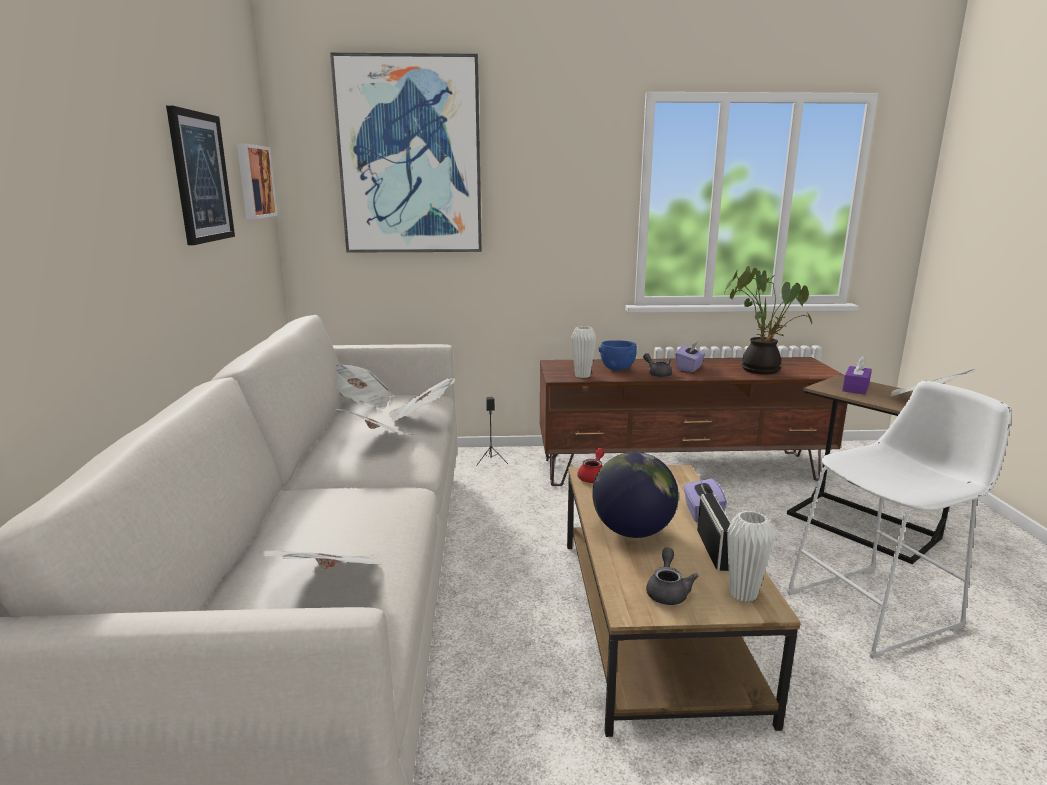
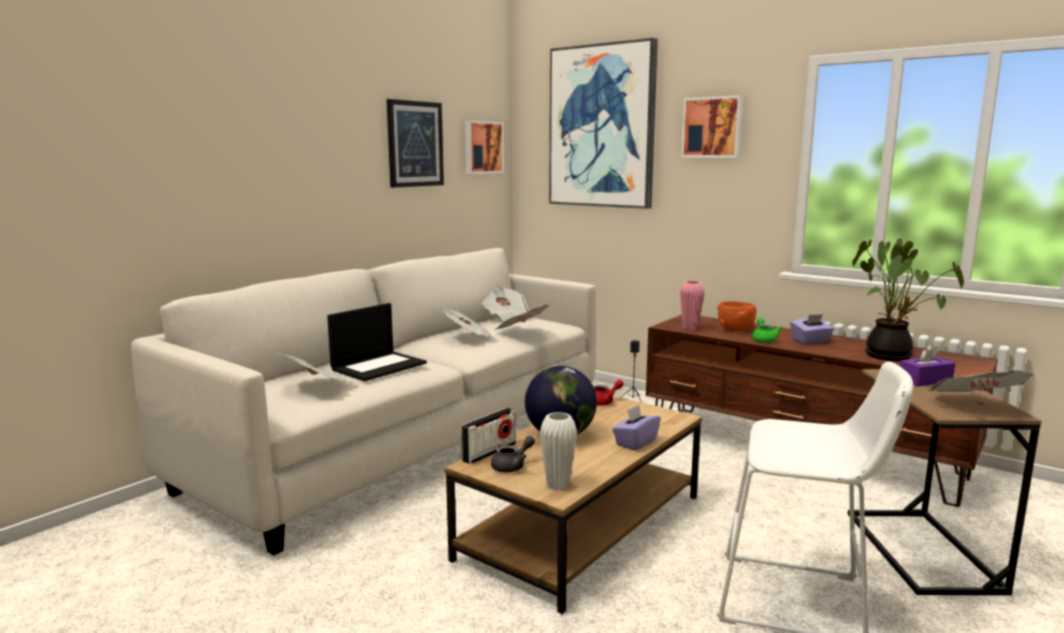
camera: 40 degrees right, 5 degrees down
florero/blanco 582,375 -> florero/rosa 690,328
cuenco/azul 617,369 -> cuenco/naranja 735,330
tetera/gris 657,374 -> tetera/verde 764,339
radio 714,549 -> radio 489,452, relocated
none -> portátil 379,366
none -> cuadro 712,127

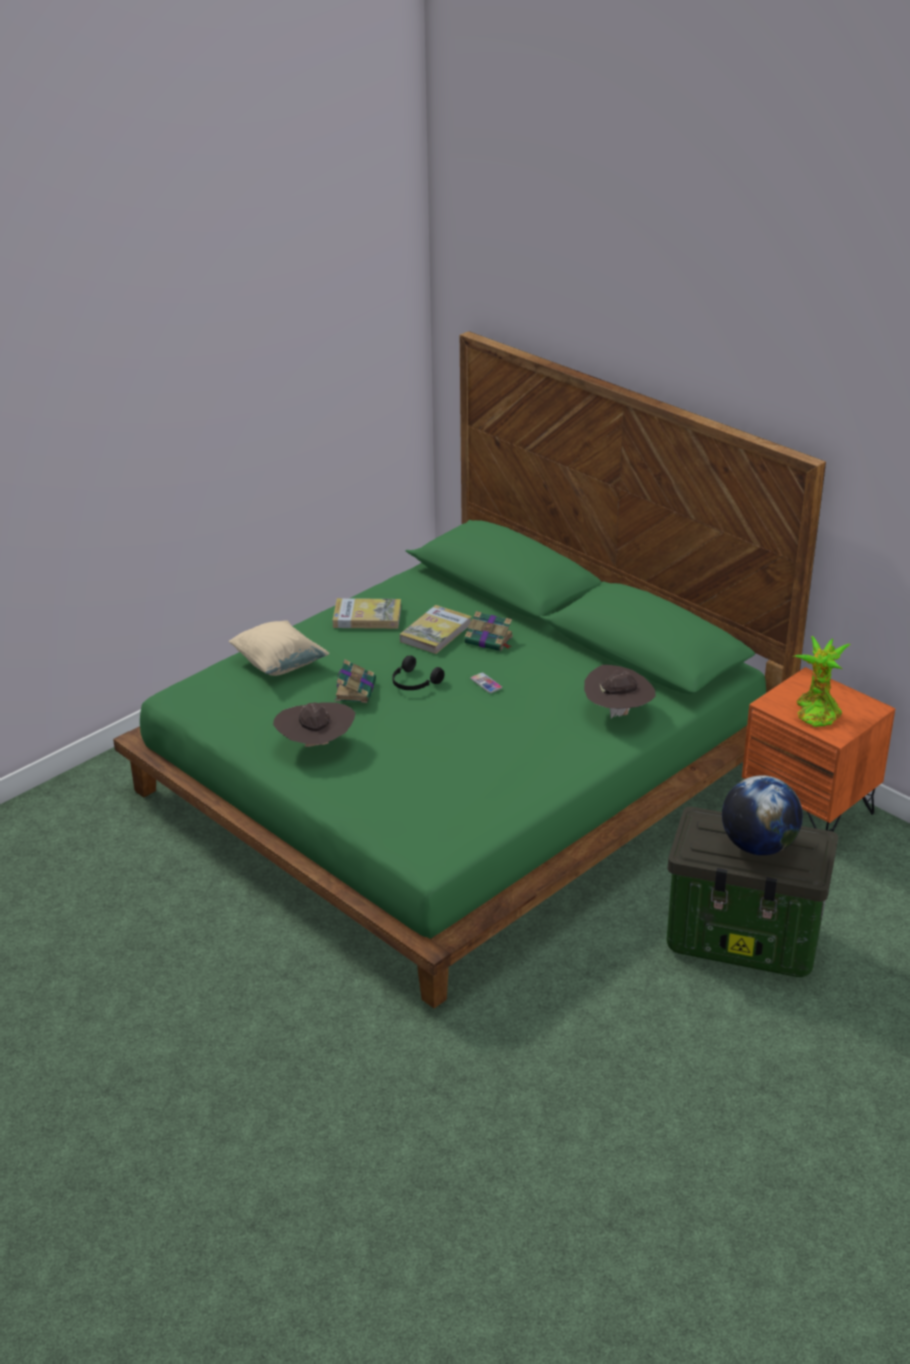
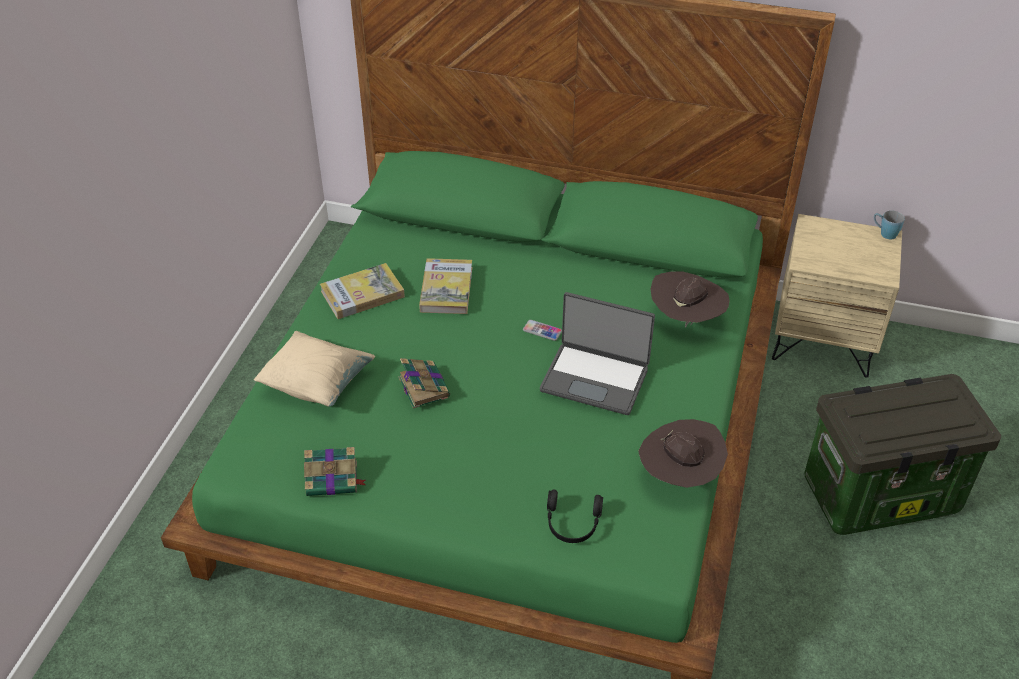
camera: 30 degrees left, 10 degrees up
sombrero/marrón 316,746 -> sombrero/marrón 679,476, relocated
auriculares/negro 414,683 -> auriculares/negro 572,524, relocated
libro 489,640 -> libro 333,479, relocated
globo terráqueo 758,846 -> none
mesita de noche/naranja 808,810 -> mesita de noche/beis 823,341
planta en maceta 816,712 -> none
none -> portátil 595,378
none -> taza grande/azul 884,233

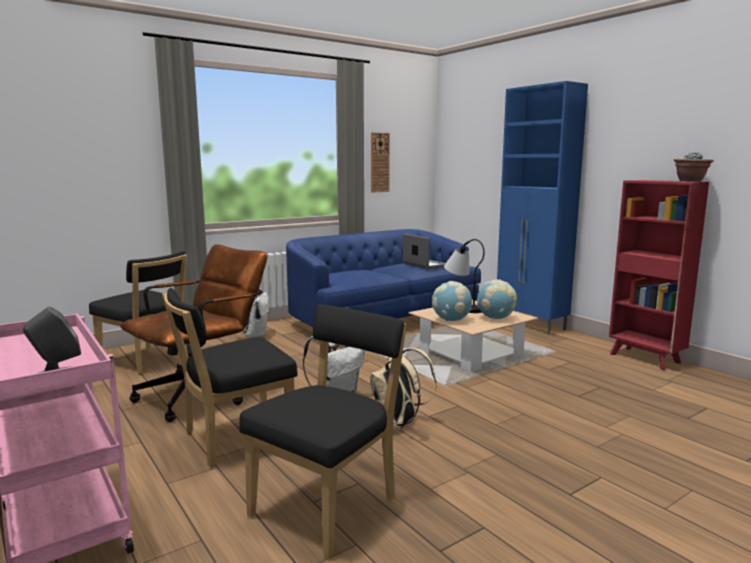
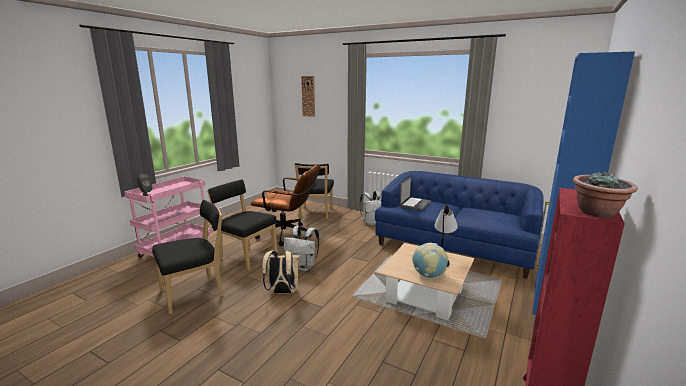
camera: 65 degrees right, 5 degrees up
silla/negro 329,504 -> silla/negro 195,293, 45 degrees counterclockwise
reloj de pared 379,162 -> reloj de pared 308,96, relocated
portátil 425,265 -> portátil 414,204, relocated
globo terráqueo 451,320 -> none

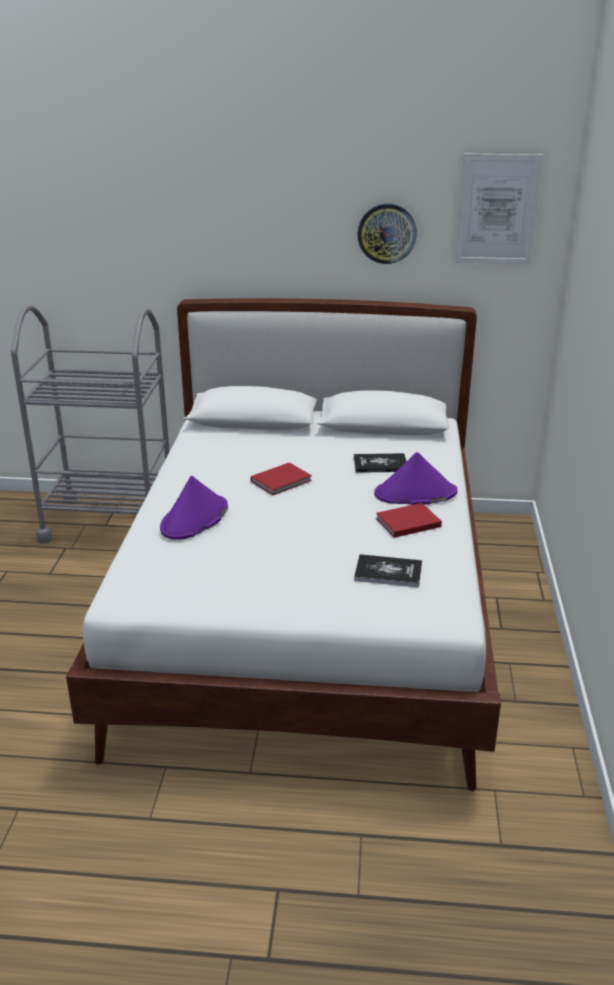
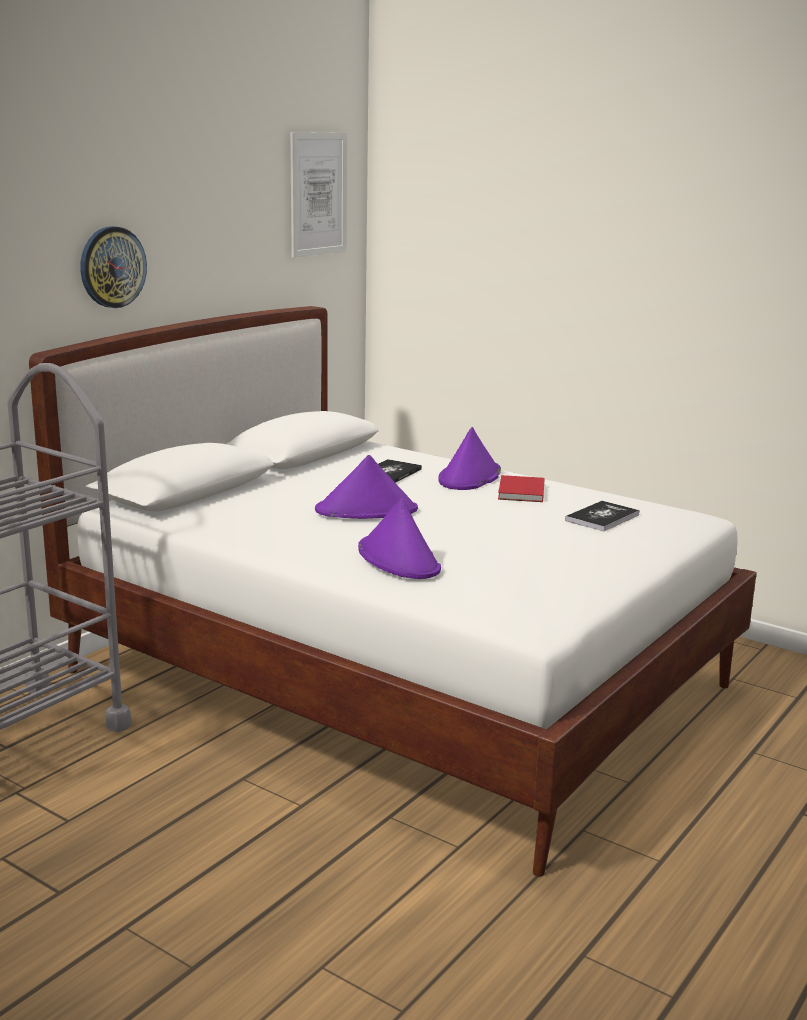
camera: 60 degrees left, 10 degrees down
libro/rojo 283,481 -> sombrero/morado 367,511
reloj de pared 387,233 -> reloj de pared 112,267, relocated

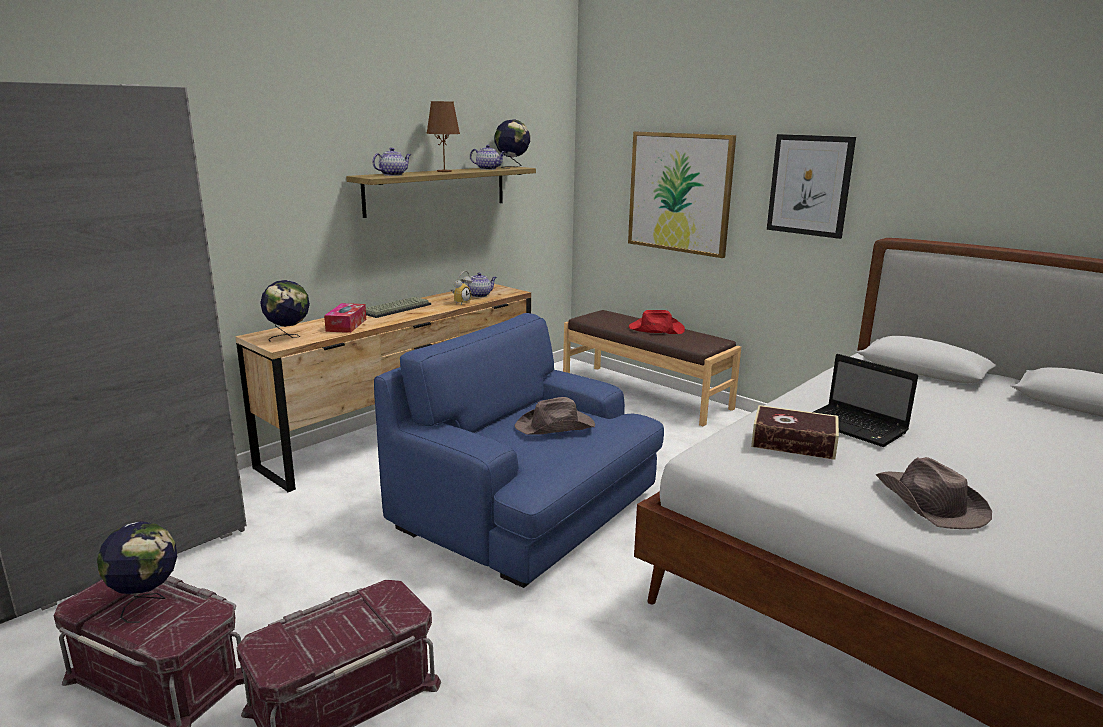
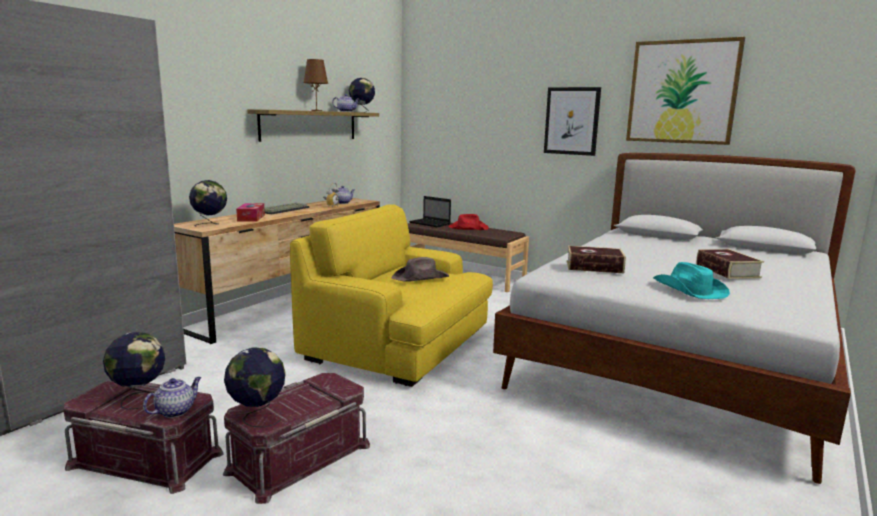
camera: 10 degrees left, 5 degrees down
tetera 393,175 -> tetera 175,411, relocated
sillón/azul 527,510 -> sillón/amarillo 399,344
cuadro 679,192 -> cuadro 682,92, relocated
portátil 856,427 -> portátil 430,223, relocated
sombrero/marrón 929,503 -> sombrero/turquesa 689,290
none -> globo terráqueo 257,417
none -> libro 727,271

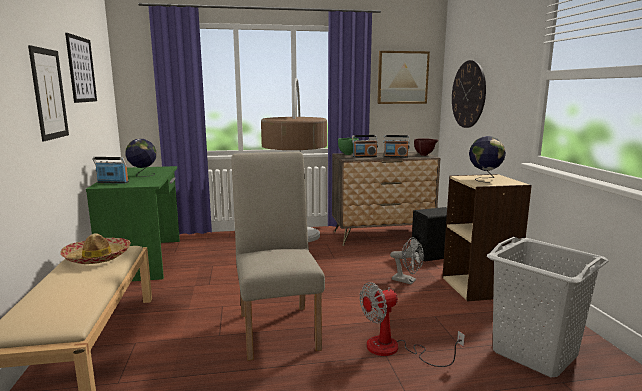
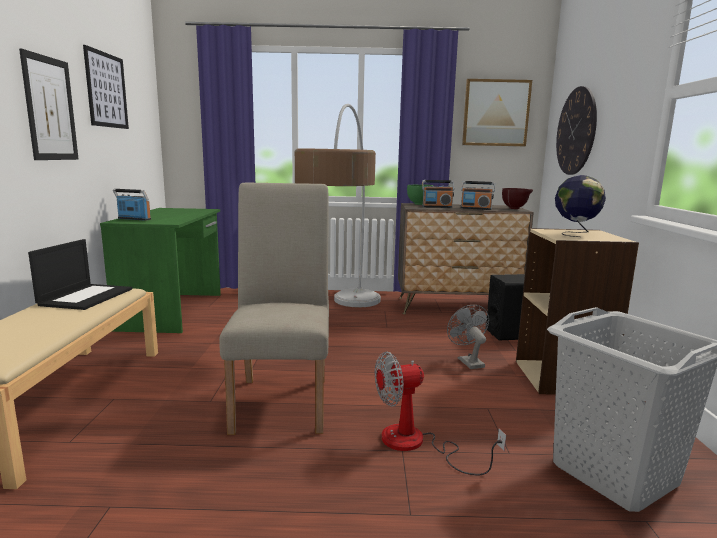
camera: 10 degrees right, 0 degrees up
sombrero 97,257 -> portátil 86,297
globo terráqueo 143,175 -> none
ventilador/gris 407,281 -> ventilador/gris 468,361, 150 degrees counterclockwise

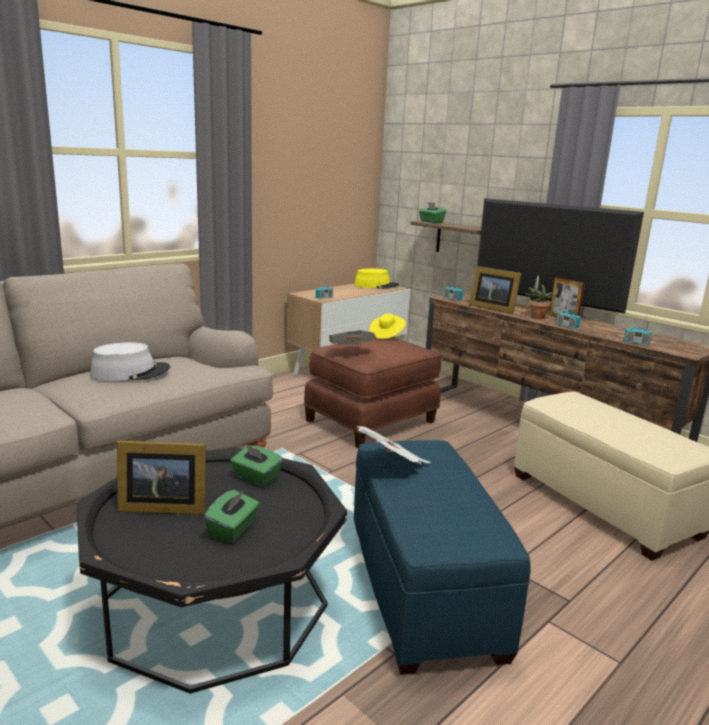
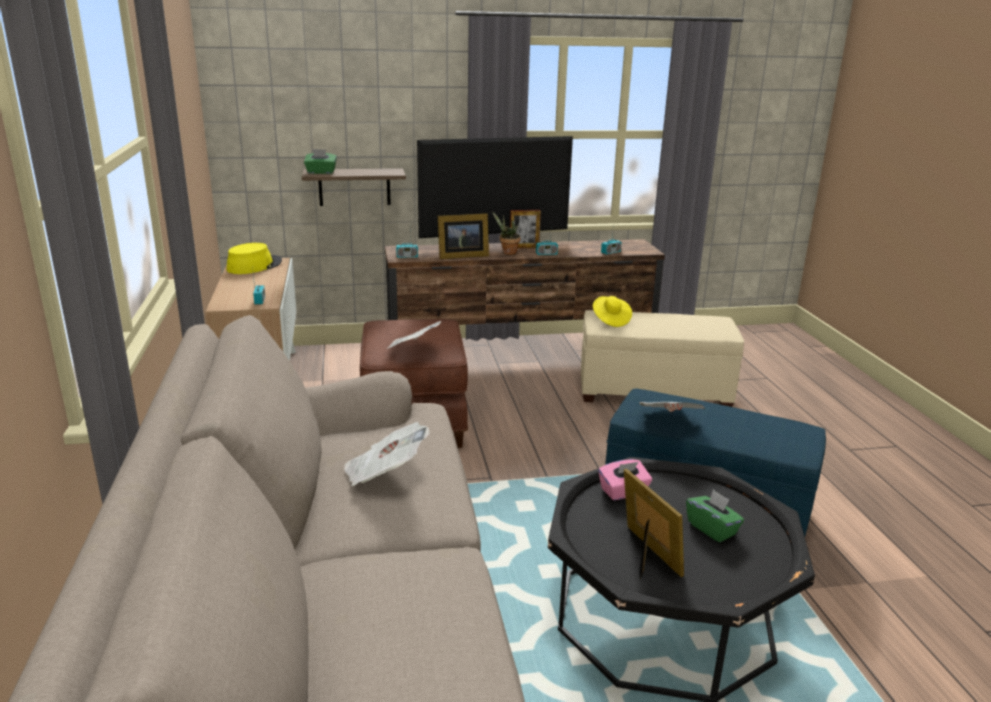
camera: 55 degrees left, 5 degrees up
sombrero/gris 130,372 -> periódico 384,473
portarretratos 161,506 -> portarretratos 646,555, 60 degrees counterclockwise
caja de pañuelos/verde 256,478 -> caja de pañuelos/rosa 623,492
sombrero/amarillo 386,335 -> sombrero/amarillo 610,320, relocated

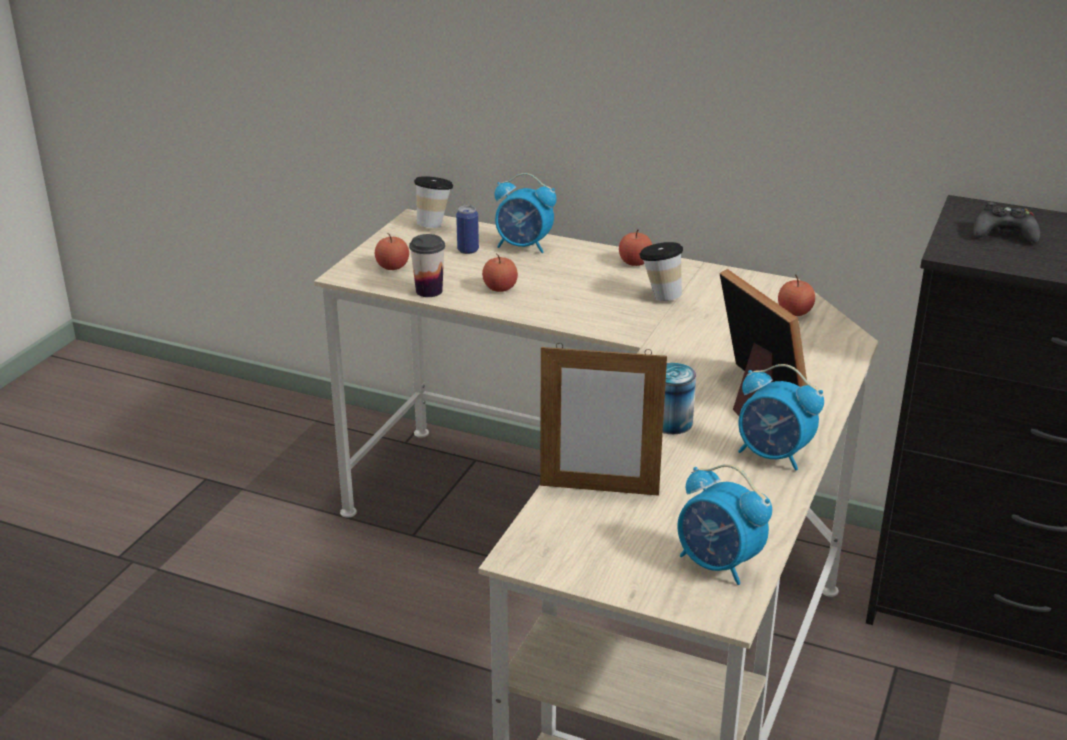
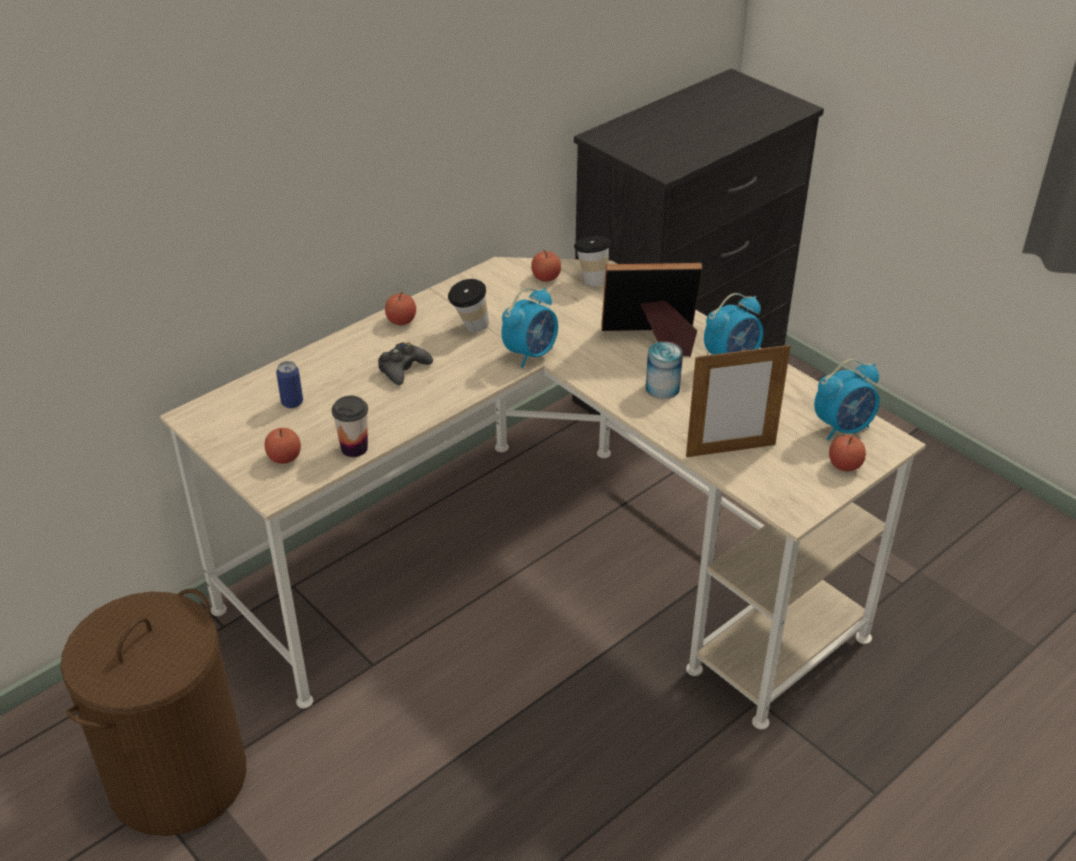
camera: 65 degrees left, 10 degrees up
taza 434,224 -> taza 592,280, relocated
manzana 500,288 -> manzana 844,465, relocated
despertador 524,246 -> despertador 531,353, relocated
portarretratos 599,489 -> portarretratos 730,450, 45 degrees clockwise
mando de consola/negro 1004,234 -> mando de consola/negro 403,369, relocated
none -> cesto de la ropa/marrón 178,777

